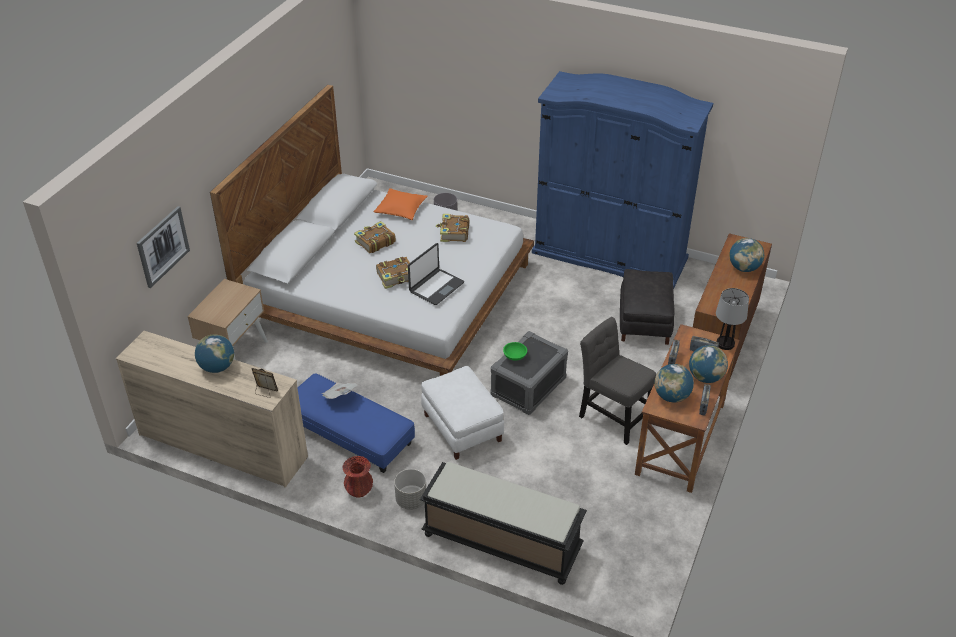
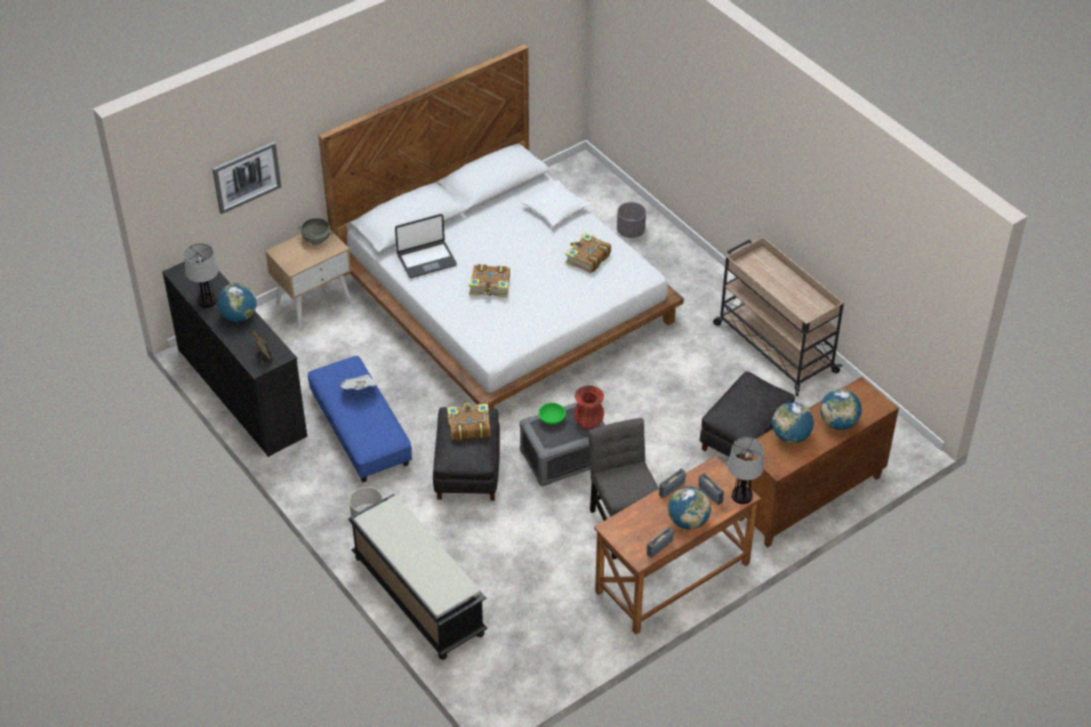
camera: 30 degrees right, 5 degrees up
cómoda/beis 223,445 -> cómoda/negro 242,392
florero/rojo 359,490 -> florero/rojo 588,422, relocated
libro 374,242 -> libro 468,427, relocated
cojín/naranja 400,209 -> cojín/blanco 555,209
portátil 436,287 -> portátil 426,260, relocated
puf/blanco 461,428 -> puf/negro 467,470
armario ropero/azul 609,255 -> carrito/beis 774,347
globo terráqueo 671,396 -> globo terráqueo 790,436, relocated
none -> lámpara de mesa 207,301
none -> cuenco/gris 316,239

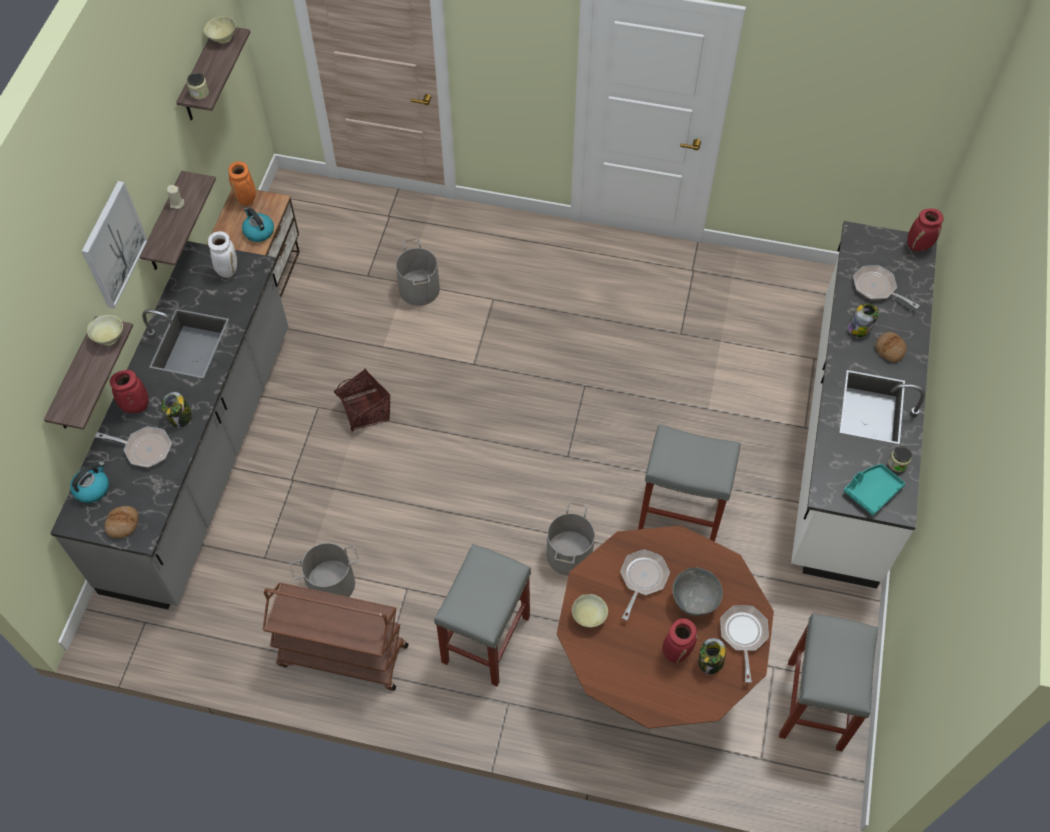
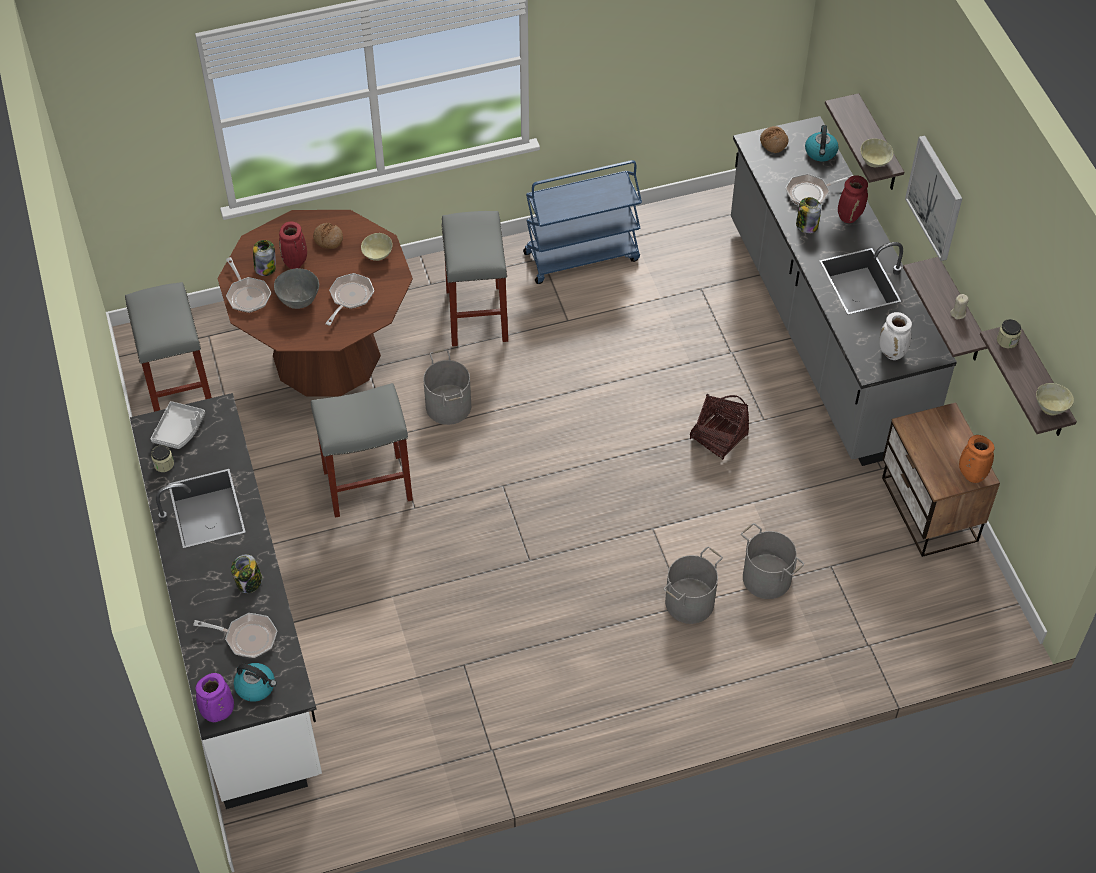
camera: 150 degrees right, 5 degrees down
hervidor 258,231 -> hervidor 256,686, relocated
carrito/marrón 342,655 -> carrito/azul 582,256
cubo/gris 331,583 -> cubo/gris 690,602, relocated
sartén 642,579 -> sartén 350,298, 150 degrees counterclockwise
bandeja/turquesa 872,491 -> bandeja/gris 179,430
pan 890,349 -> pan 328,239, relocated
florero/rojo 918,245 -> florero/morado 218,714

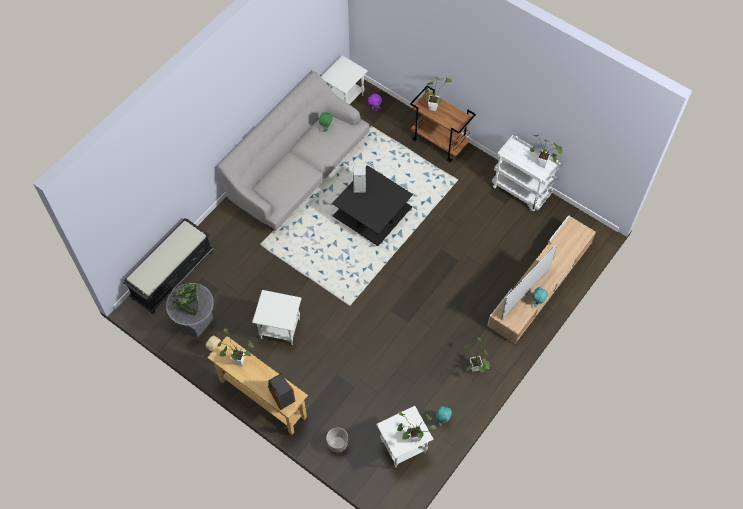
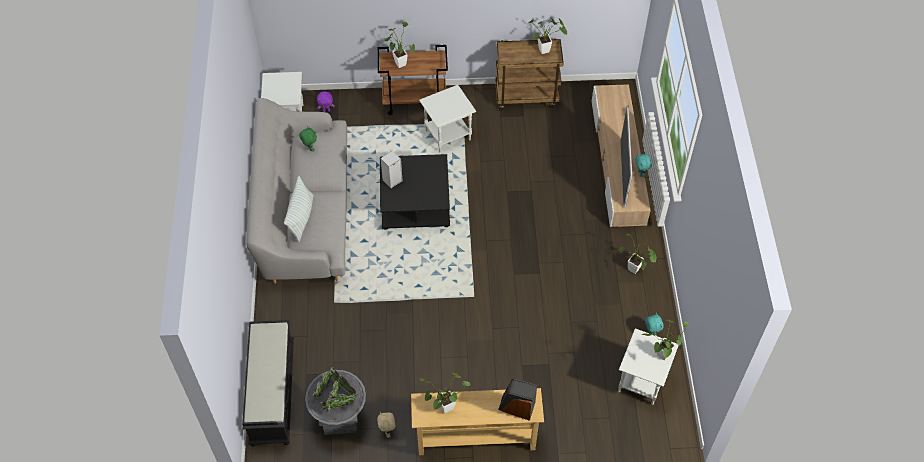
camera: 40 degrees left, 5 degrees down
mesa auxiliar/blanco 279,328 -> mesa auxiliar/blanco 447,135, relocated
maceta 337,443 -> none
carrito/blanco 521,191 -> carrito/marrón 527,96
none -> cojín 301,217

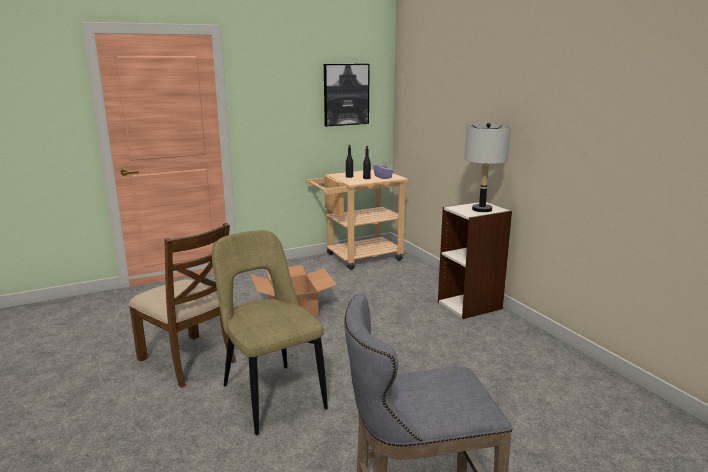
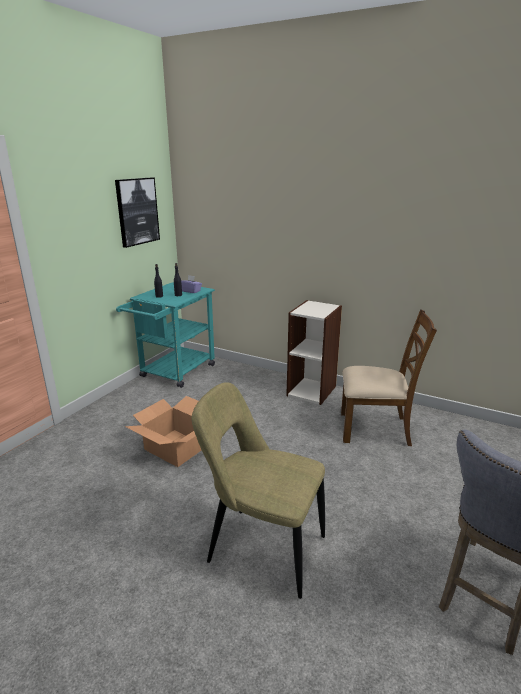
camera: 35 degrees left, 5 degrees up
silla/marrón 188,360 -> silla/marrón 375,429, relocated
carrito/beis 358,258 -> carrito/turquesa 174,373
lámpara de mesa/gris 482,209 -> none

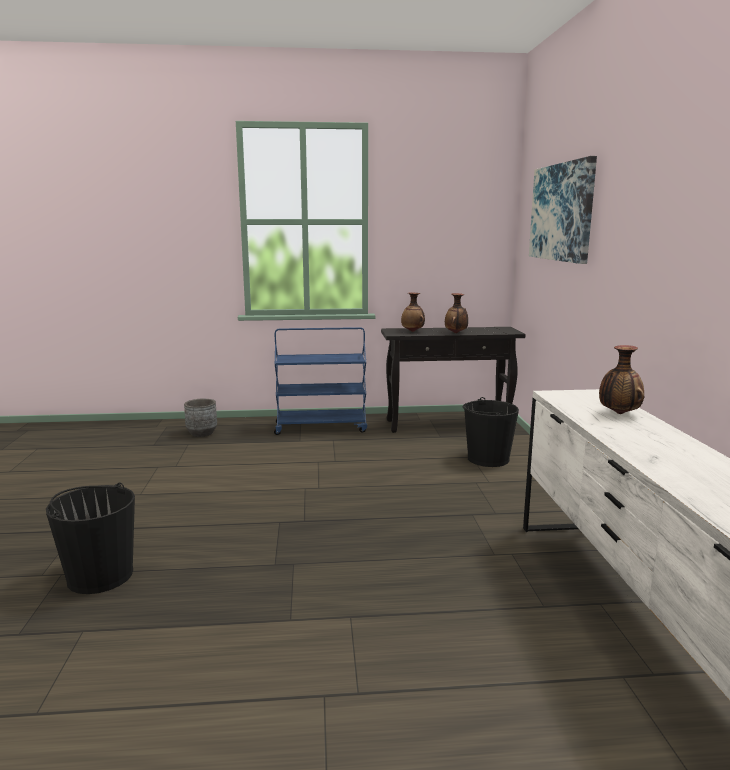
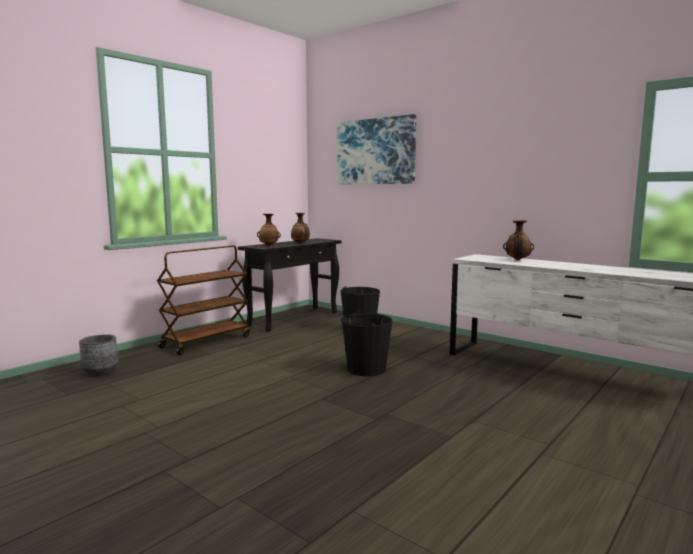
camera: 45 degrees left, 5 degrees down
cubo/negro 100,575 -> cubo/negro 366,369, relocated
carrito/azul 321,427 -> carrito/marrón 206,341

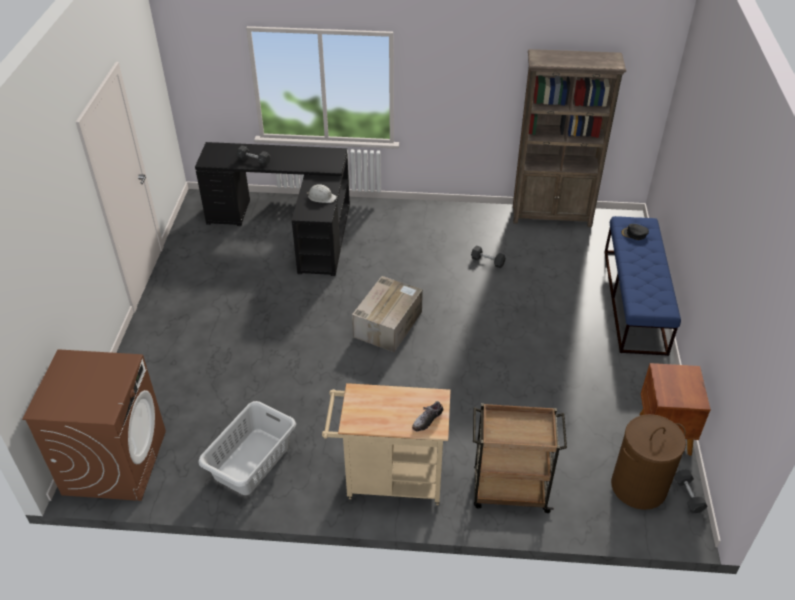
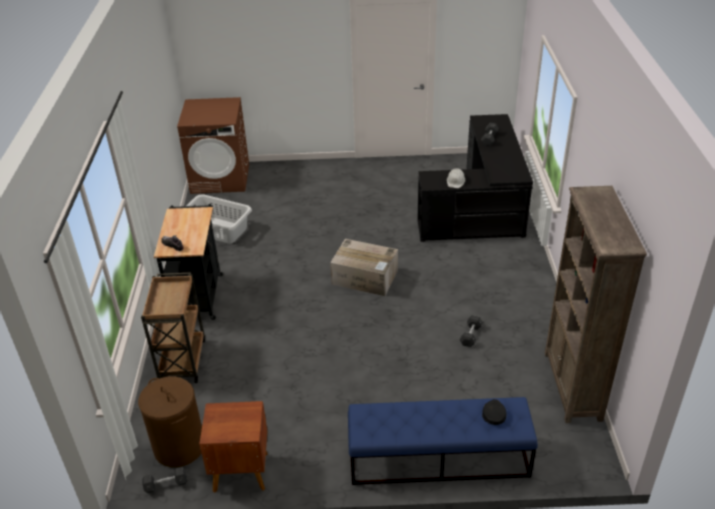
camera: 85 degrees right, 5 degrees down
carrito/beis 388,480 -> carrito/negro 198,294

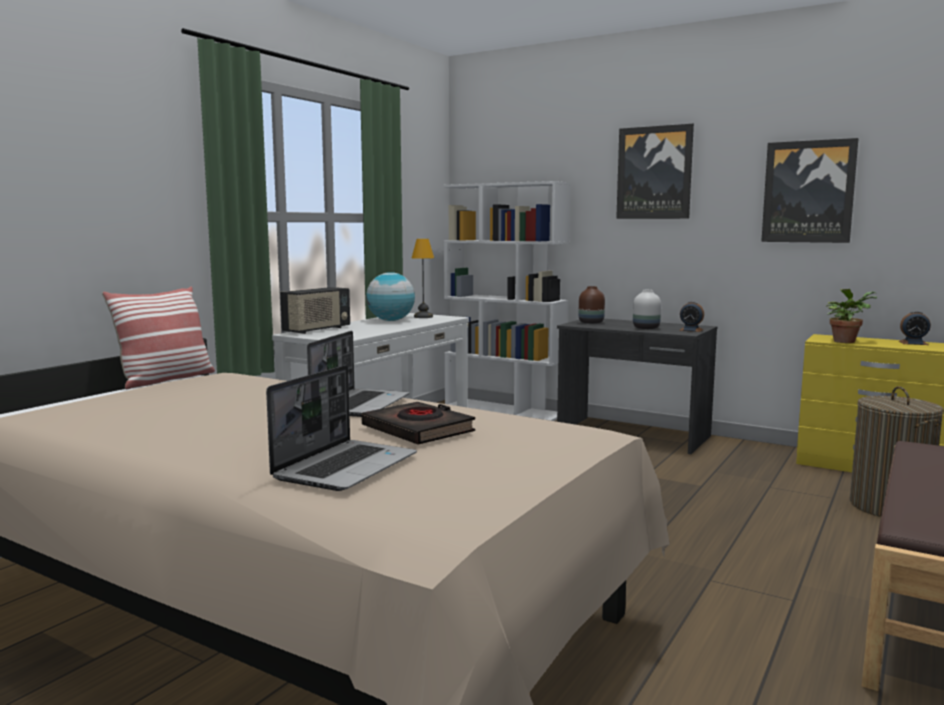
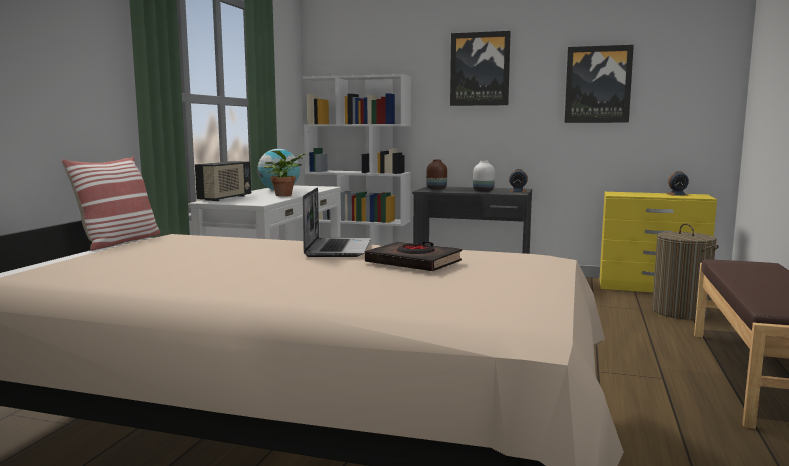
camera: 15 degrees left, 0 degrees up
portátil 346,467 -> none
lámpara de mesa 422,317 -> none
planta en maceta 845,341 -> planta en maceta 285,195, relocated

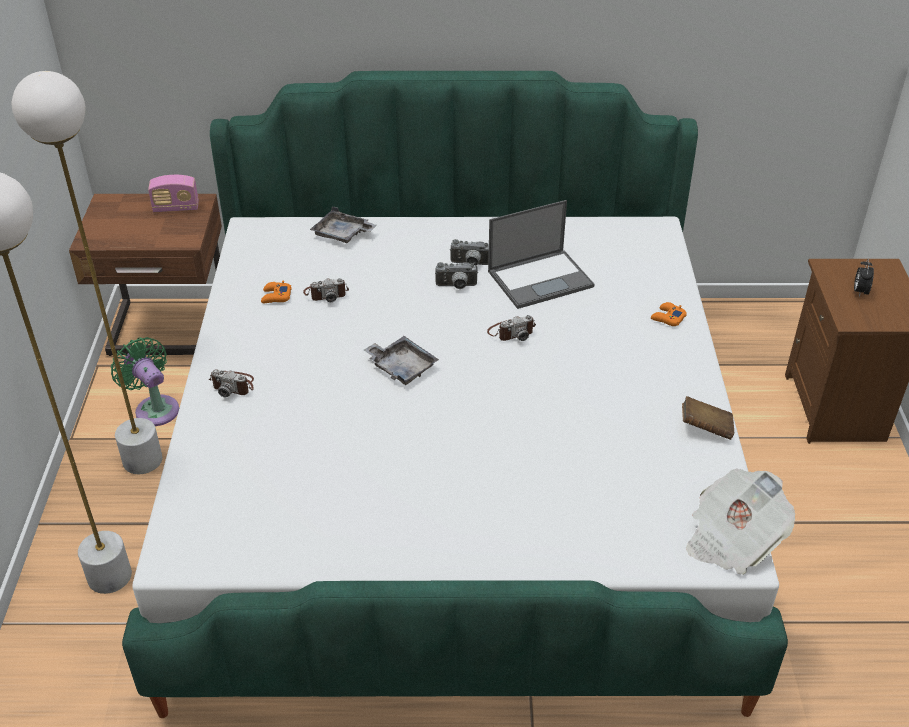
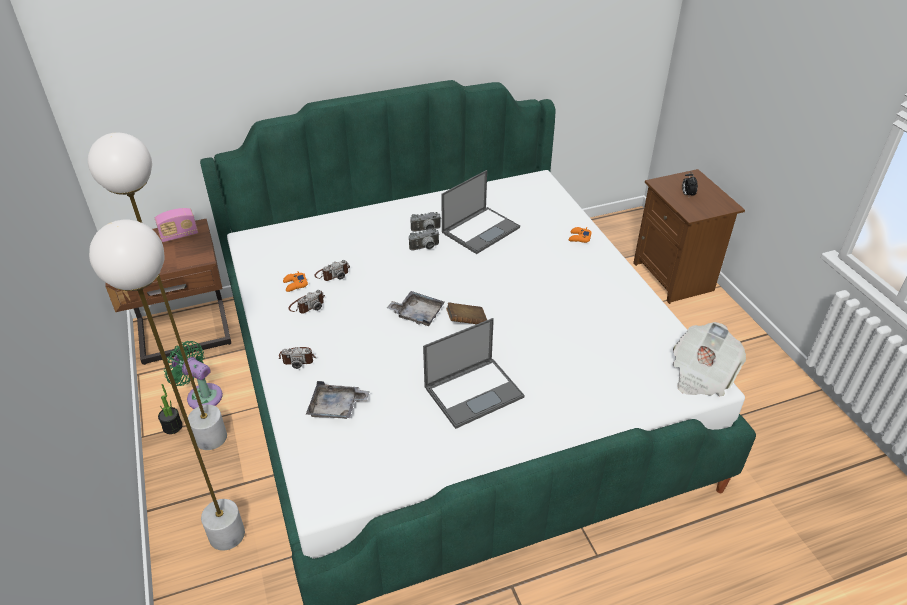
camera: 20 degrees left, 0 degrees up
bandeja/gris 342,234 -> bandeja/gris 336,407, relocated
cámara 511,332 -> cámara 307,305, relocated
libro/marrón 705,428 -> libro/marrón 466,322, relocated
none -> planta en maceta 172,426
none -> portátil 474,391

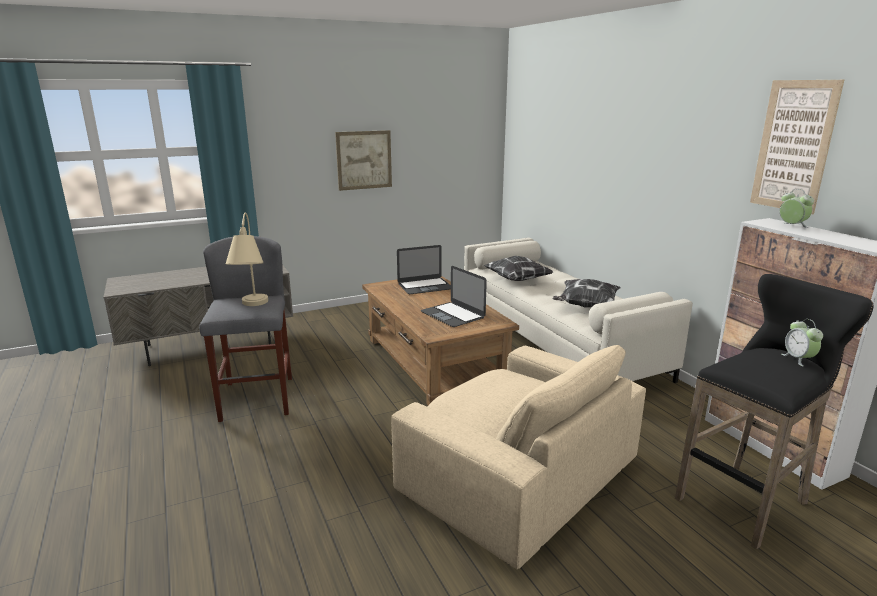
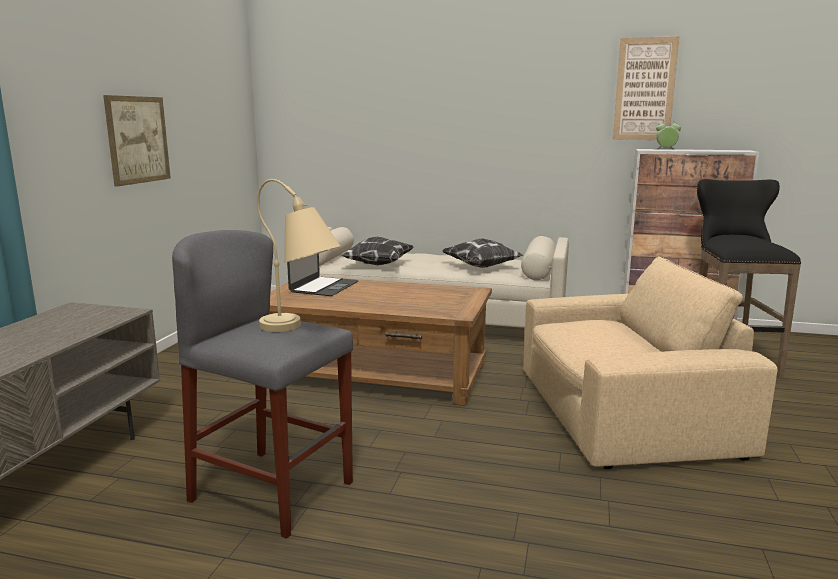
camera: 50 degrees left, 5 degrees down
portátil 452,314 -> none
despertador 798,359 -> none

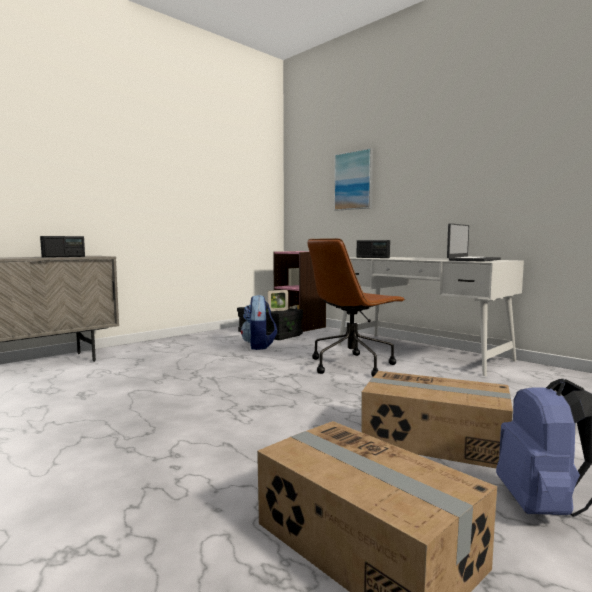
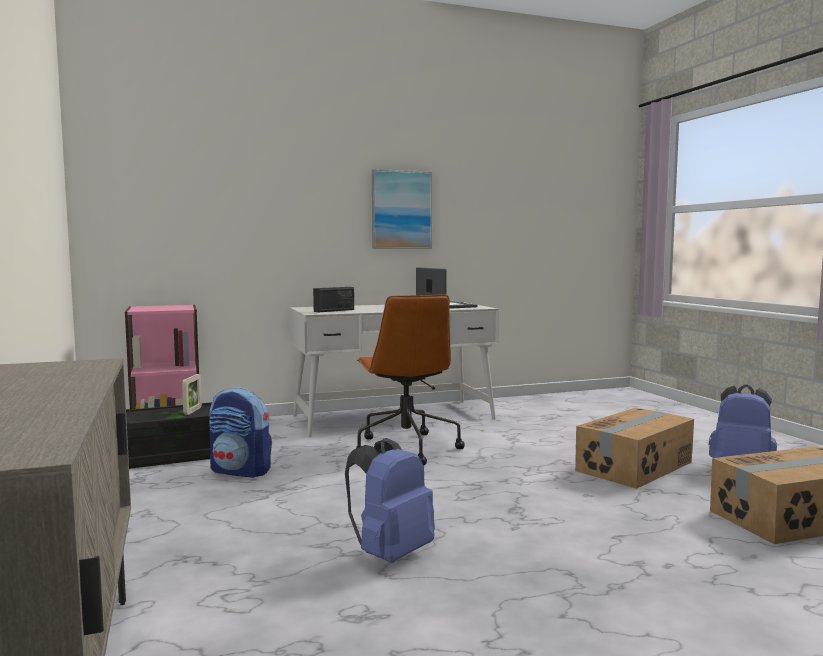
camera: 65 degrees left, 0 degrees up
radio 63,257 -> none
cuadro 354,180 -> cuadro 401,210, relocated
none -> mochila/azul 390,553

